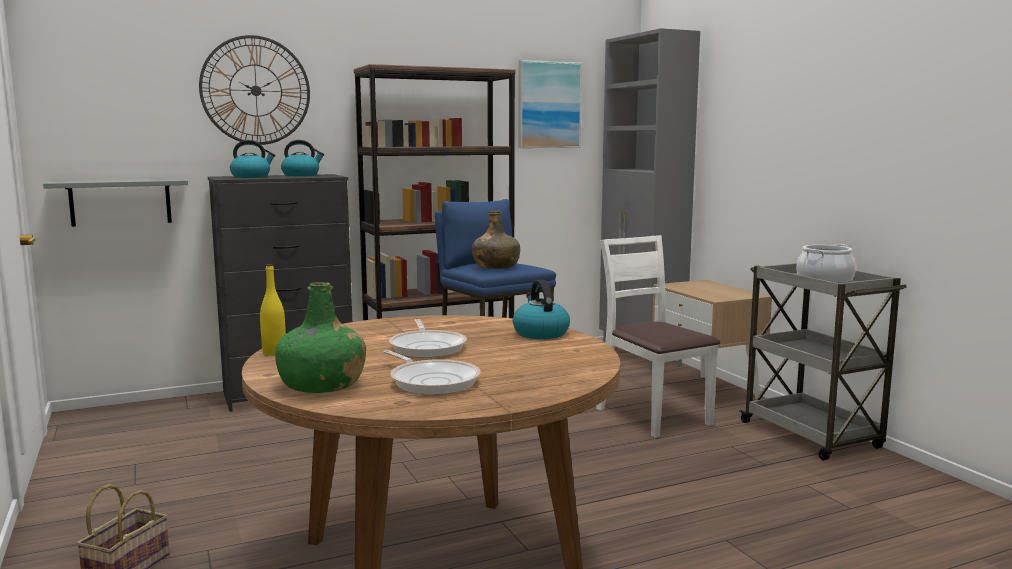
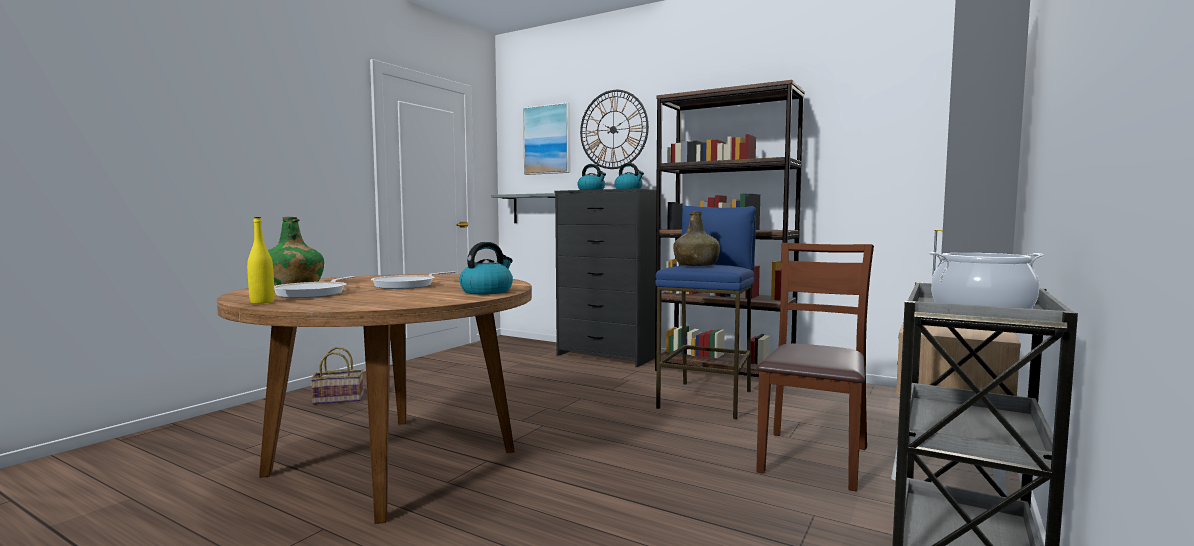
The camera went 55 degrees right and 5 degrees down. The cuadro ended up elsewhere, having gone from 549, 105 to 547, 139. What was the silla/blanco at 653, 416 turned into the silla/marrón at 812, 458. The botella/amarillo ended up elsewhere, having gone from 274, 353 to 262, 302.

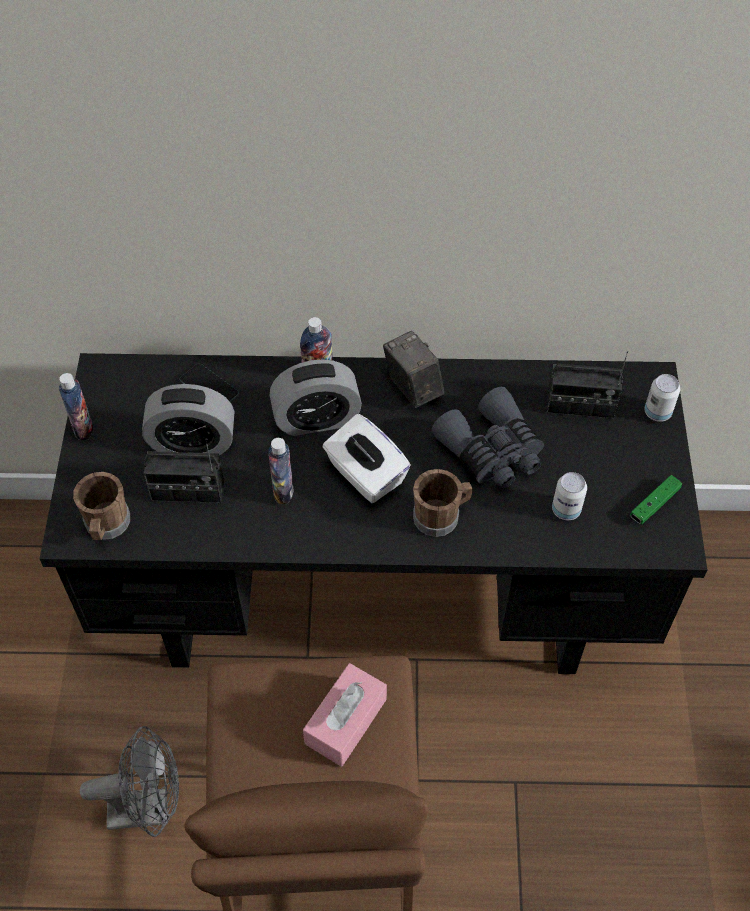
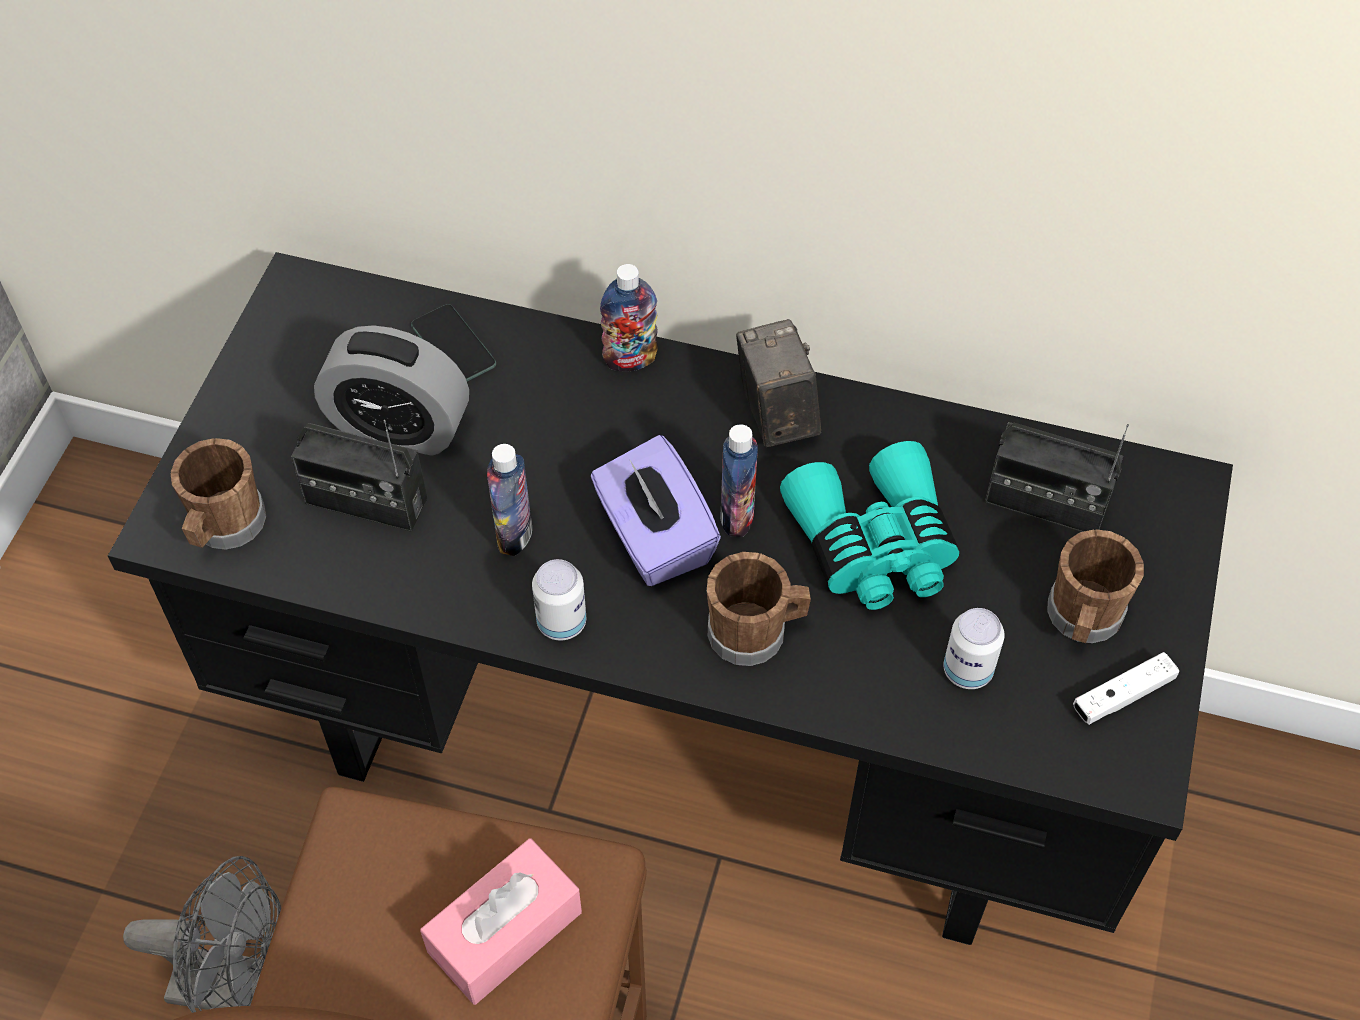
The camera went 15 degrees right and 0 degrees up. The second view lost the despertador at 316, 419. The botella ended up elsewhere, having gone from 83, 428 to 737, 516. The lata ended up elsewhere, having gone from 657, 412 to 561, 622. What was the prismáticos/gris at 492, 451 turned into the prismáticos/turquesa at 874, 545. What was the caja de pañuelos/blanco at 365, 474 turned into the caja de pañuelos/morado at 654, 538. What was the mando de consola/verde at 654, 504 turned into the mando de consola/blanco at 1123, 695. The second view gained the taza grande/marrón at 1082, 619.

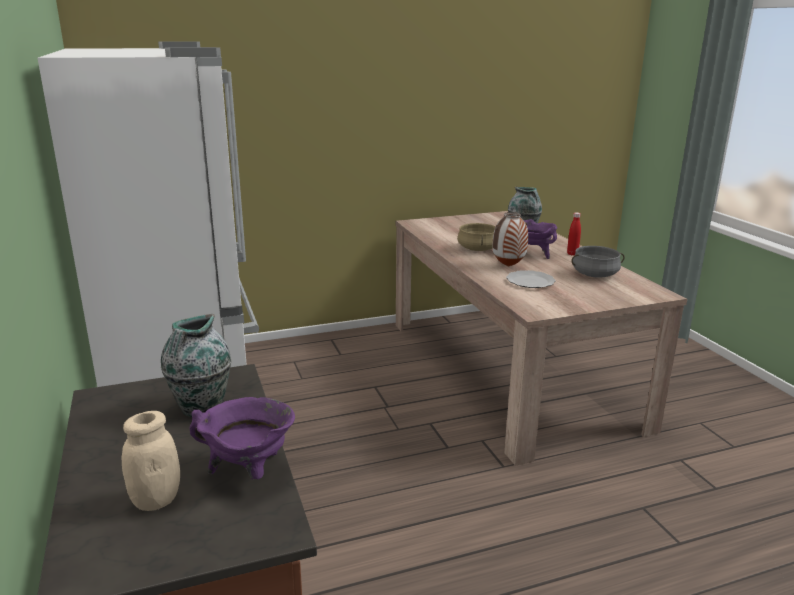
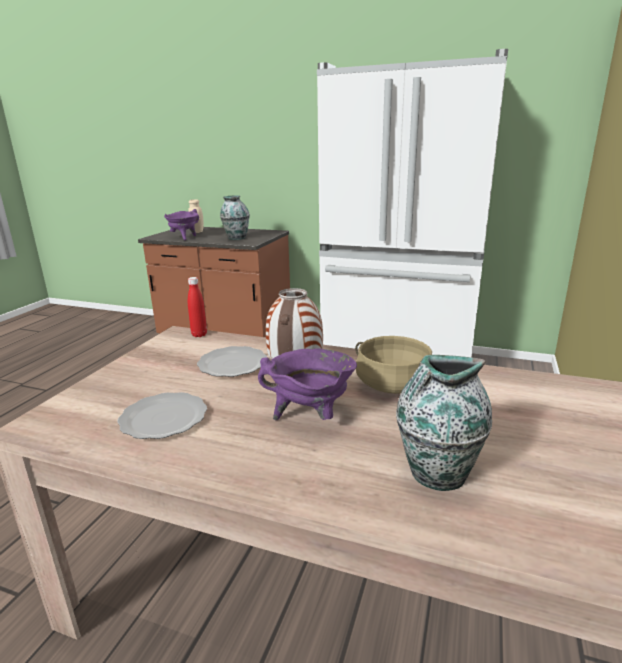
The camera went 130 degrees right and 0 degrees up. The botella/rojo ended up elsewhere, having gone from 572, 254 to 199, 335. Where the olla/gris stood at 594, 275, the plato came to stand at 164, 417.

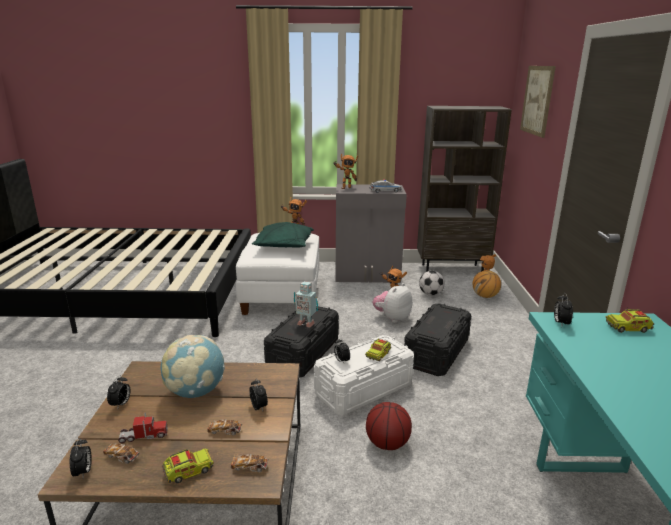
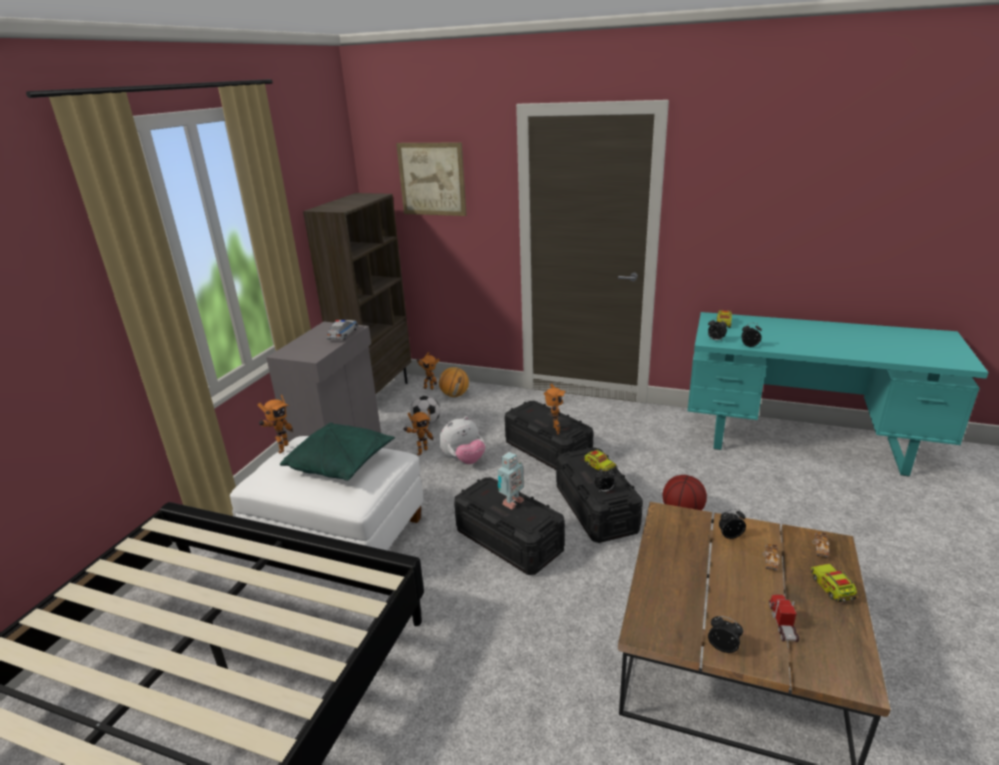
The camera went 70 degrees left and 5 degrees up. The robot de juguete ended up elsewhere, having gone from 345, 188 to 554, 431. The peluche at 392, 318 ended up facing another way, 90 degrees counterclockwise from before. The second view lost the globo terráqueo at 195, 392. What was the caja de almacenaje/blanco at 364, 389 turned into the caja de almacenaje/negro at 596, 509. The despertador ended up elsewhere, having gone from 83, 472 to 749, 346. The second view lost the coche de juguete at 122, 457.

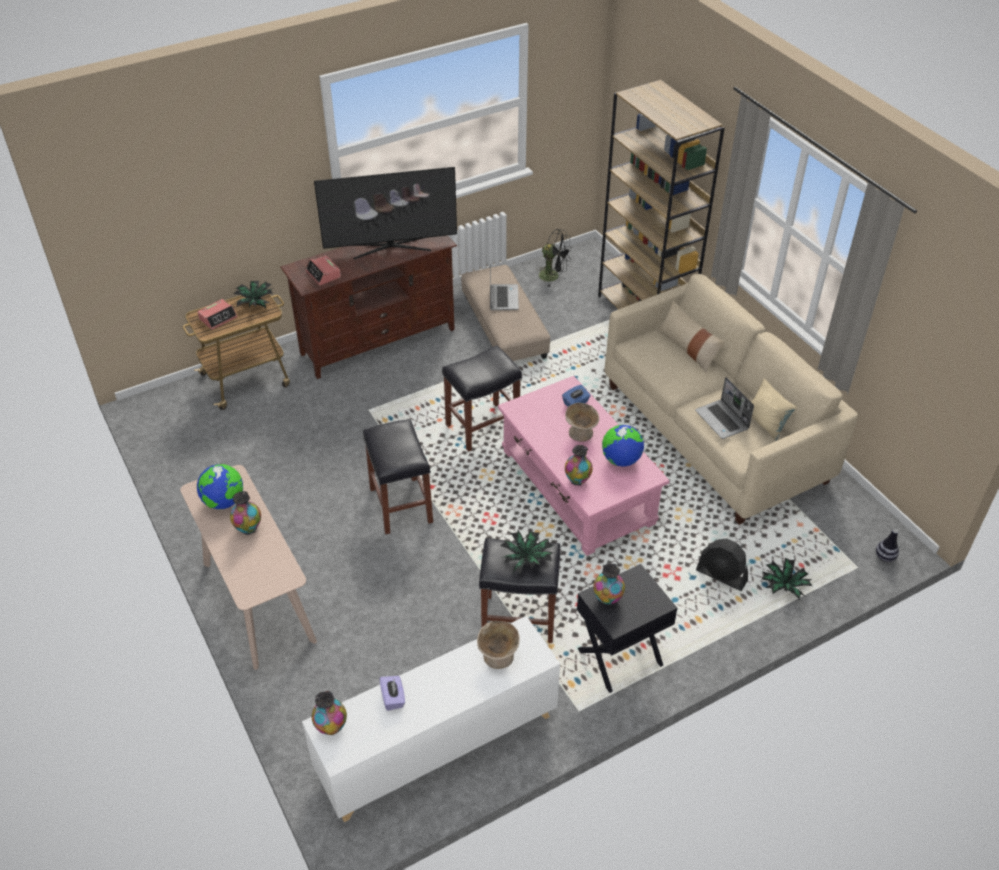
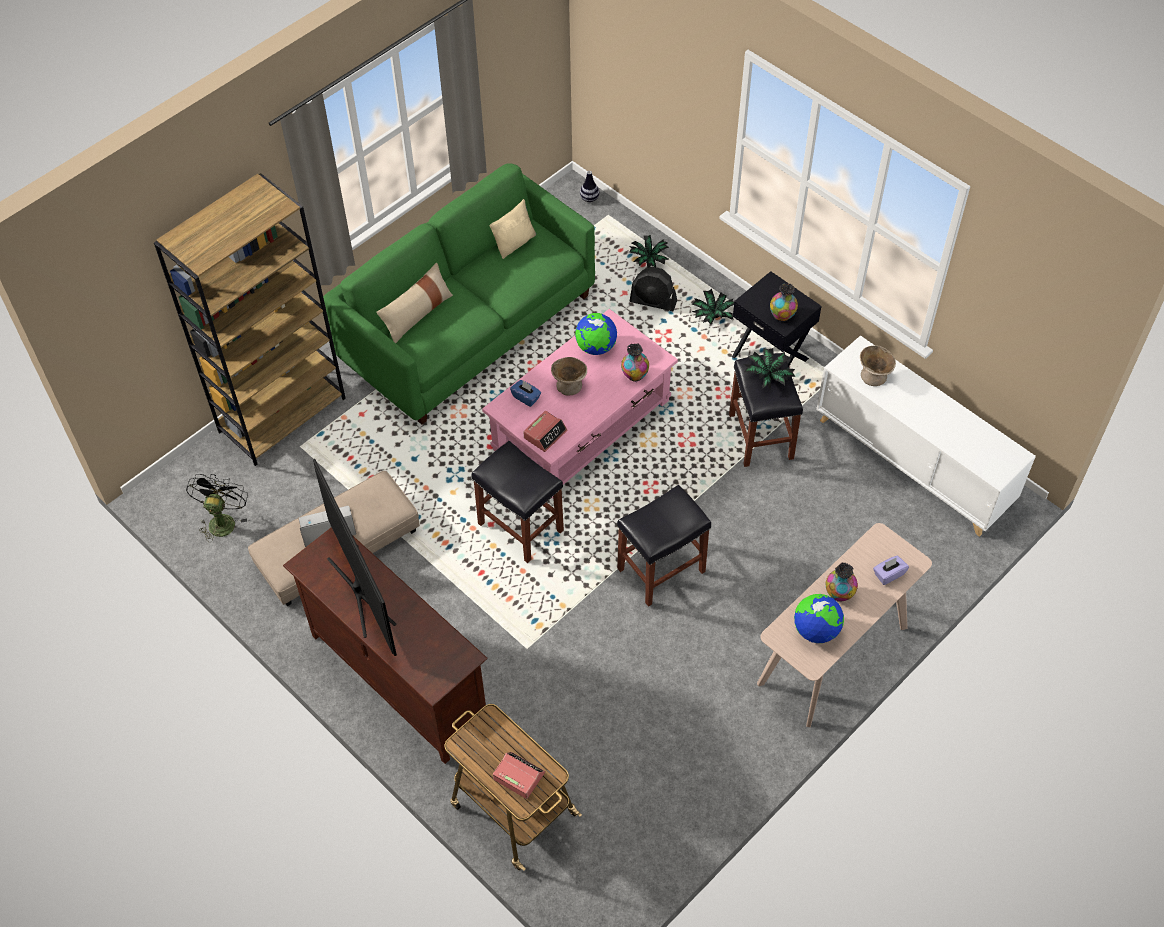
The camera went 105 degrees left and 10 degrees up. The despertador ended up elsewhere, having gone from 323, 274 to 545, 434. What was the sofá/beis at 714, 433 turned into the sofá/verde at 468, 328. The planta en maceta ended up elsewhere, having gone from 255, 303 to 713, 315. The second view lost the portátil at 722, 420. The ventilador/negro at 721, 576 ended up facing another way, 90 degrees clockwise from before. The caja de pañuelos/morado ended up elsewhere, having gone from 393, 698 to 888, 574. The second view lost the florero at 331, 727.

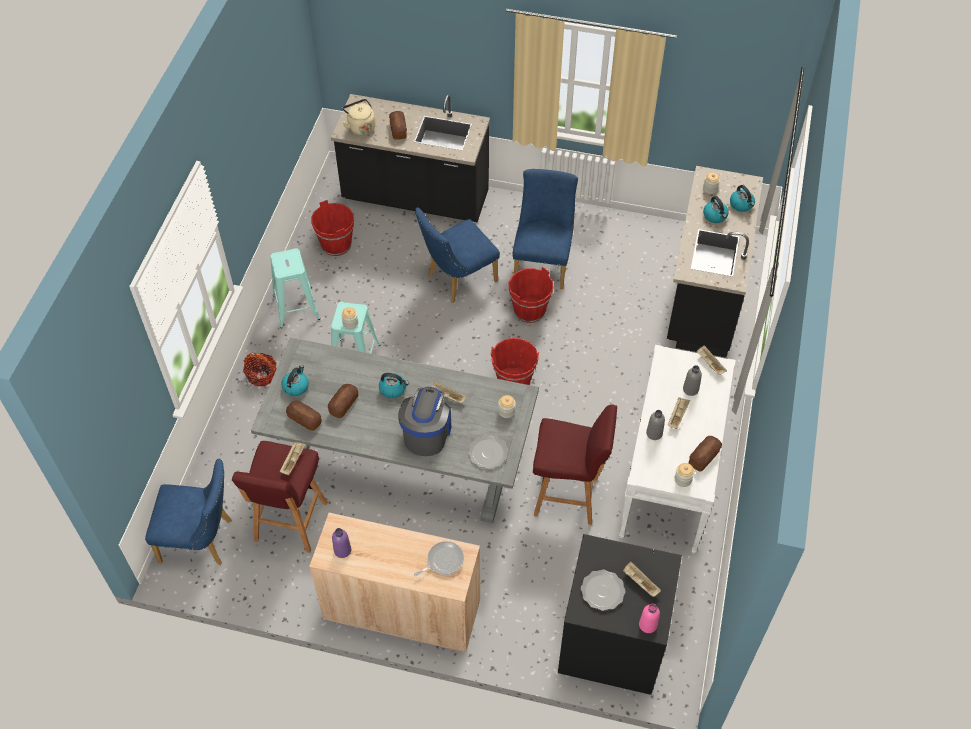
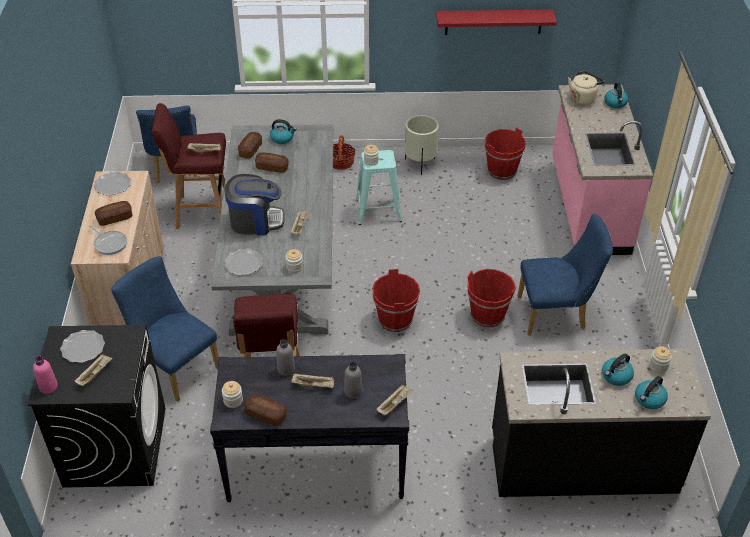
The camera went 75 degrees right and 10 degrees down. What was the mueble bajo de cocina/negro at 415, 198 turned into the mueble bajo de cocina/rosa at 588, 207. The pan ended up elsewhere, having gone from 398, 130 to 115, 218. The silla/azul ended up elsewhere, having gone from 457, 279 to 175, 366. Where the taburete/turquesa stood at 296, 307, the maceta/beis came to stand at 420, 164. What was the mesa consola/blanco at 669, 478 turned into the mesa consola/negro at 315, 466. The hervidor ended up elsewhere, having gone from 393, 389 to 615, 103. Where the botella/morado stood at 342, 550, the plato came to stand at 113, 185. The second view gained the estante/rojo at 493, 21.

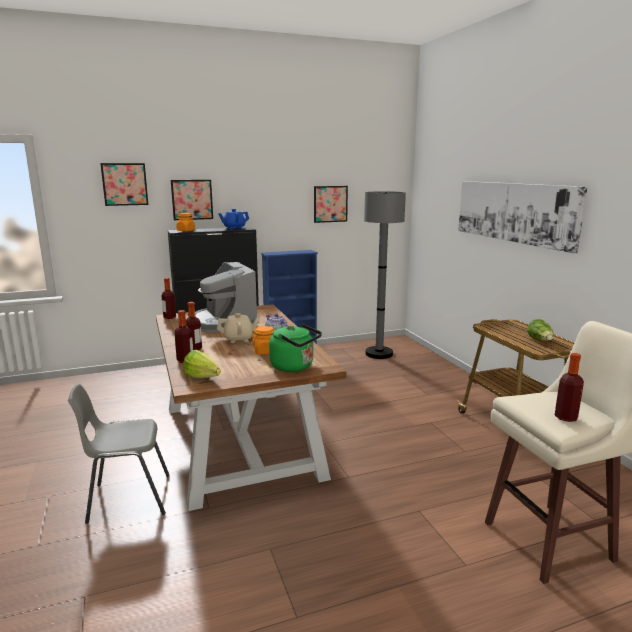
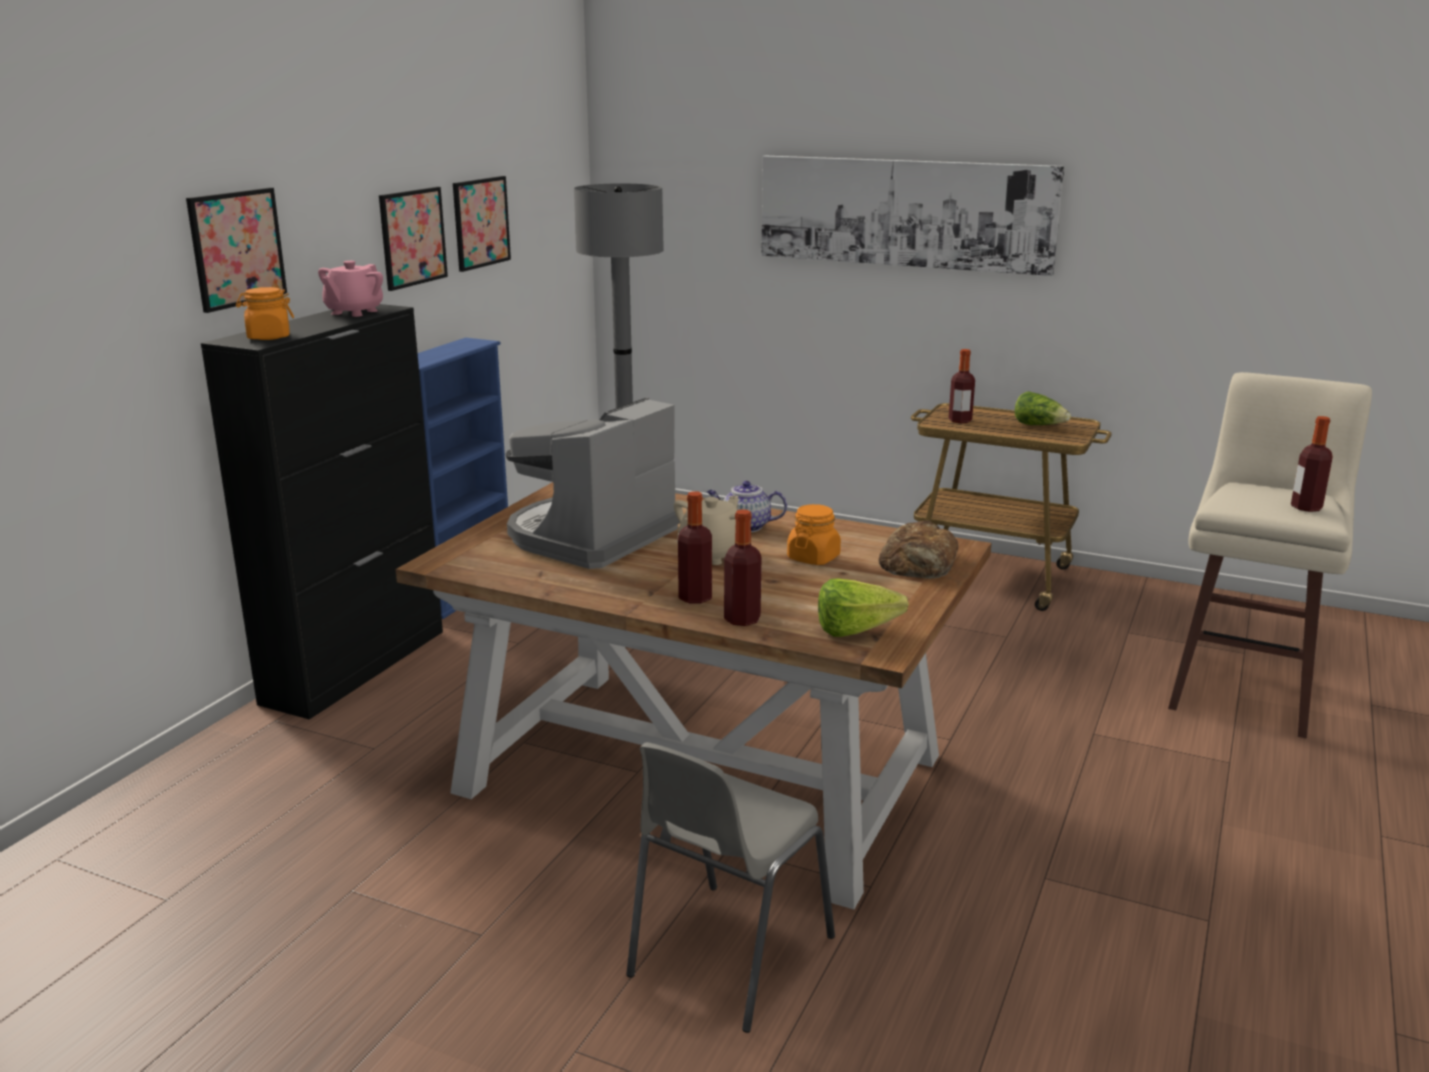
The camera went 45 degrees left and 5 degrees up. The cuadro ended up elsewhere, having gone from 125, 184 to 412, 237. What was the tetera/azul at 234, 228 turned into the tetera/rosa at 354, 312. The cafetera at 224, 323 ended up facing another way, 105 degrees clockwise from before. The botella ended up elsewhere, having gone from 169, 317 to 960, 420. Where the hervidor/verde stood at 294, 367, the pan came to stand at 919, 562.

